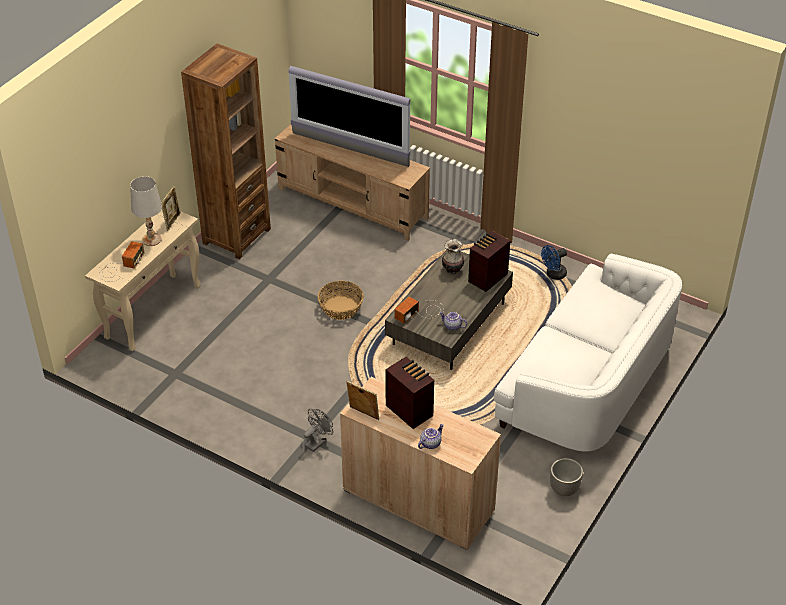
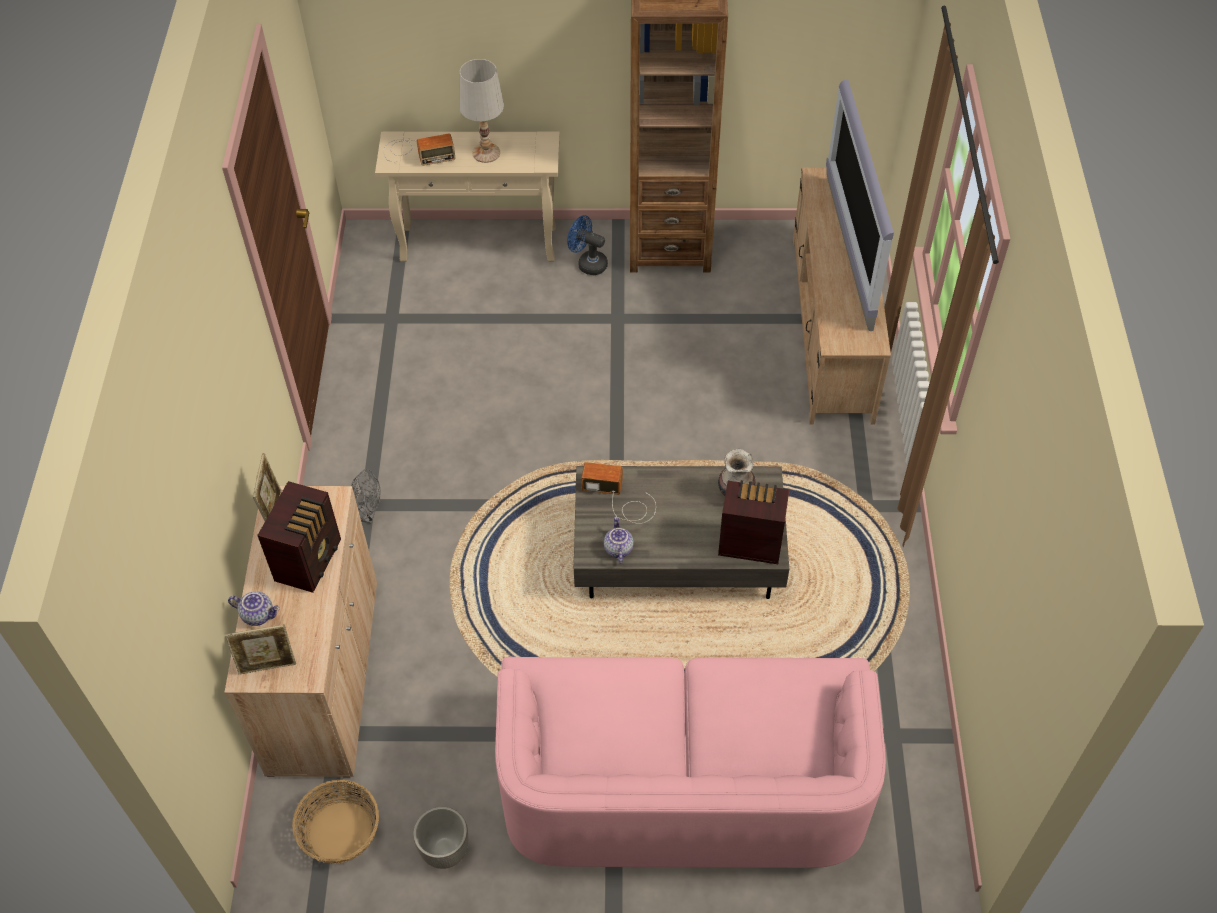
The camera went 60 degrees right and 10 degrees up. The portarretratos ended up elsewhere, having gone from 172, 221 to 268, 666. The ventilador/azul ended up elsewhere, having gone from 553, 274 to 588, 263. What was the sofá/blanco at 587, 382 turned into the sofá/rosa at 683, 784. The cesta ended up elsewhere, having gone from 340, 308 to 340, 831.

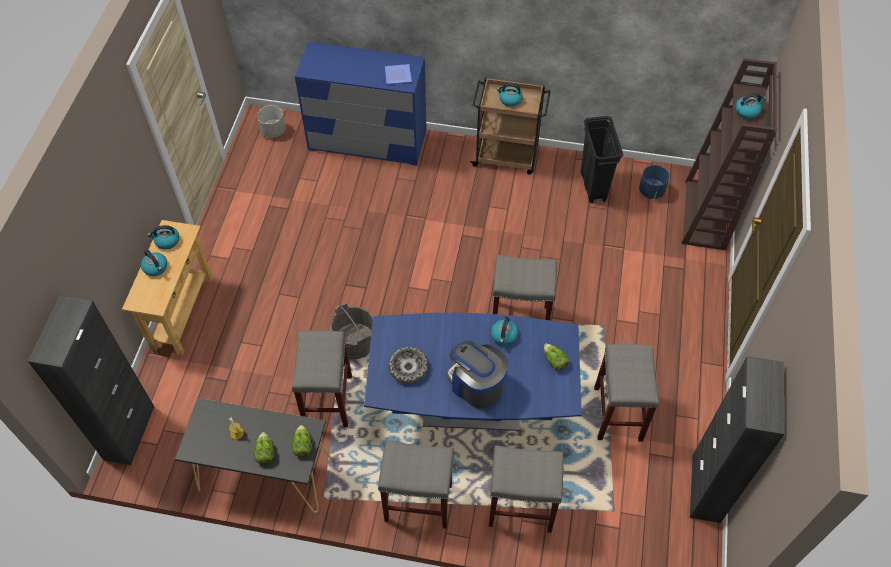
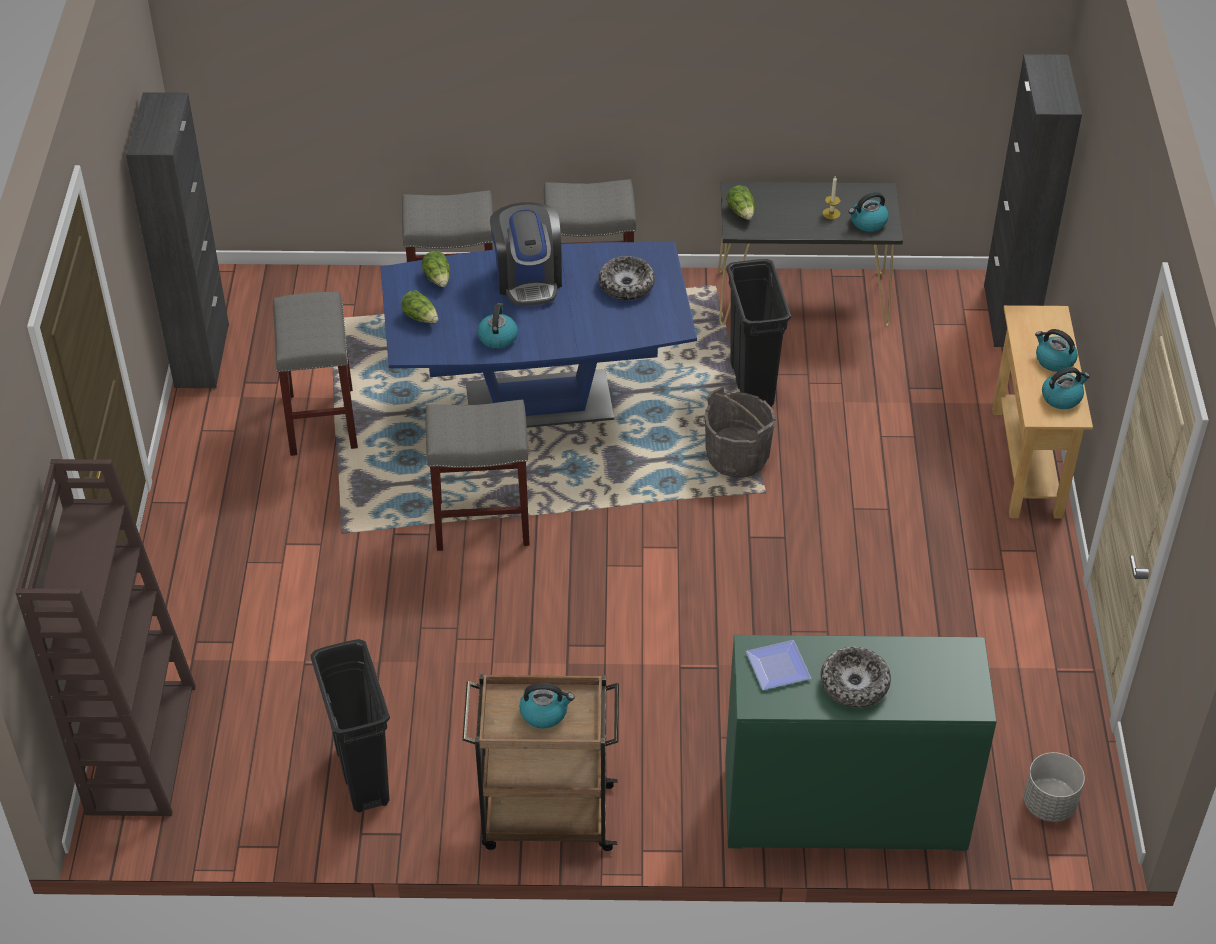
The camera went 170 degrees right and 10 degrees down. What was the cómoda/azul at 367, 141 turned into the cómoda/verde at 844, 809. The hervidor ended up elsewhere, having gone from 747, 111 to 868, 222. The second view lost the maceta/azul at 651, 191. Where the taburete/gris stood at 327, 399, the papelera/negro came to stand at 752, 385. The cafetera at 476, 384 ended up facing another way, 45 degrees clockwise from before. The lechuga ended up elsewhere, having gone from 265, 452 to 438, 278. The second view gained the cuenco at 854, 684.

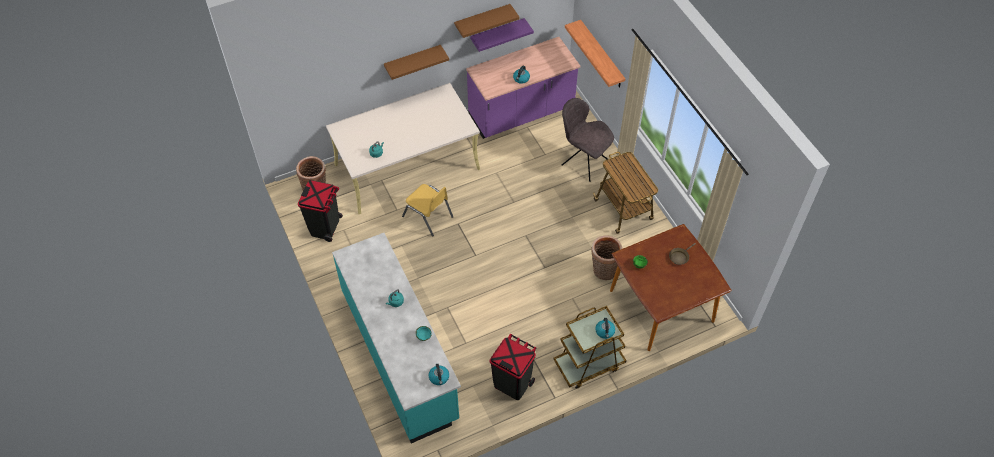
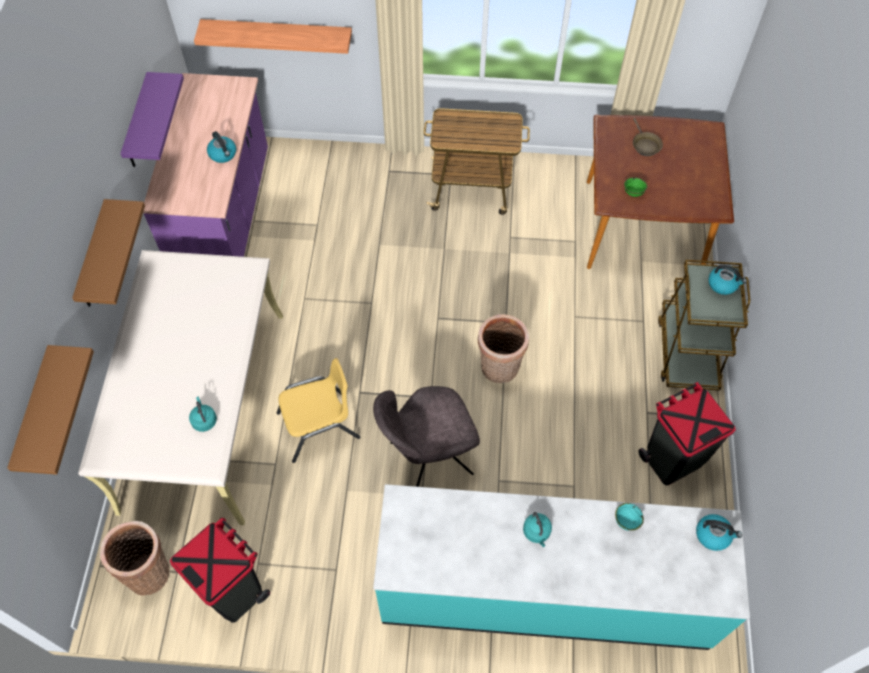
The camera went 60 degrees left and 5 degrees up. The estante/marrón ended up elsewhere, having gone from 482, 20 to 35, 413. The silla/gris ended up elsewhere, having gone from 583, 161 to 428, 459. The cesta ended up elsewhere, having gone from 603, 271 to 499, 369.

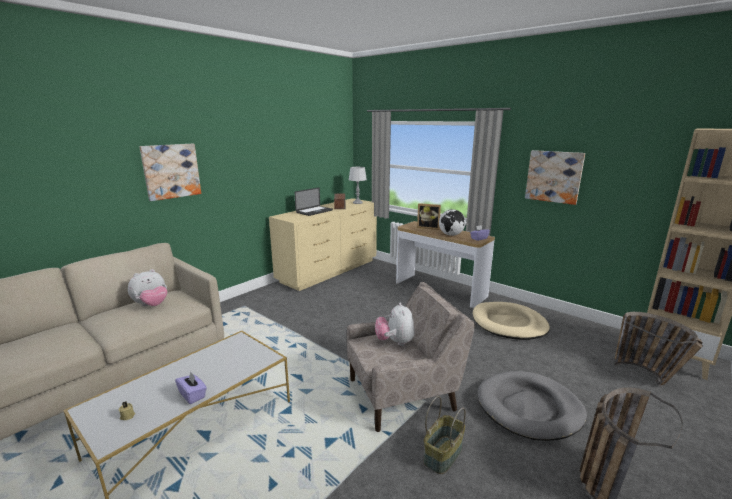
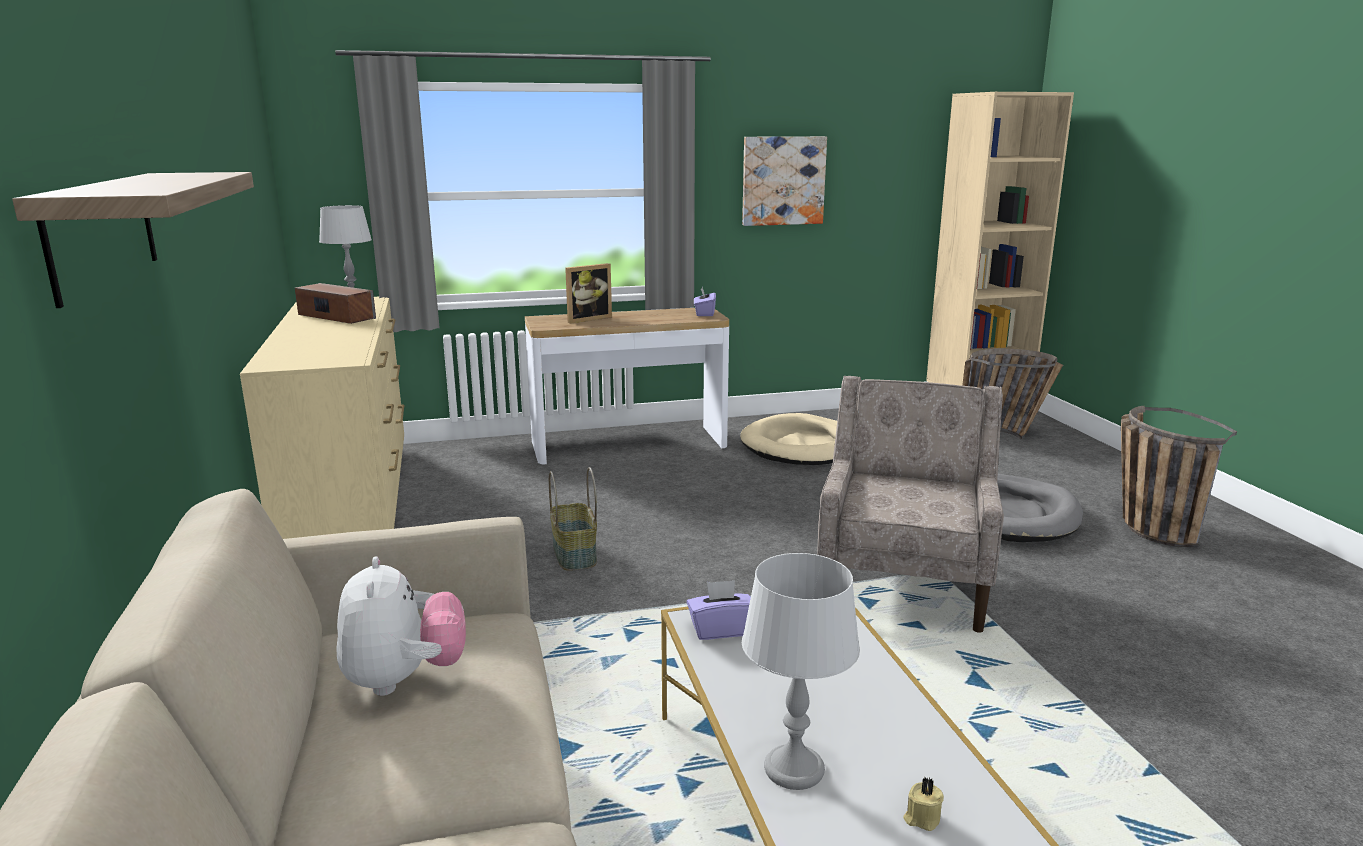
The camera went 55 degrees left and 0 degrees up. Where the cuadro hung at 171, 171, the estante came to hang at 102, 232. The second view lost the portátil at 314, 211. The second view lost the globo terráqueo at 451, 235. The second view lost the peluche at 395, 342. The caja de pañuelos/morado ended up elsewhere, having gone from 193, 395 to 721, 629. The cesta ended up elsewhere, having gone from 442, 454 to 573, 554. The second view gained the lámpara de mesa/gris at 793, 769.

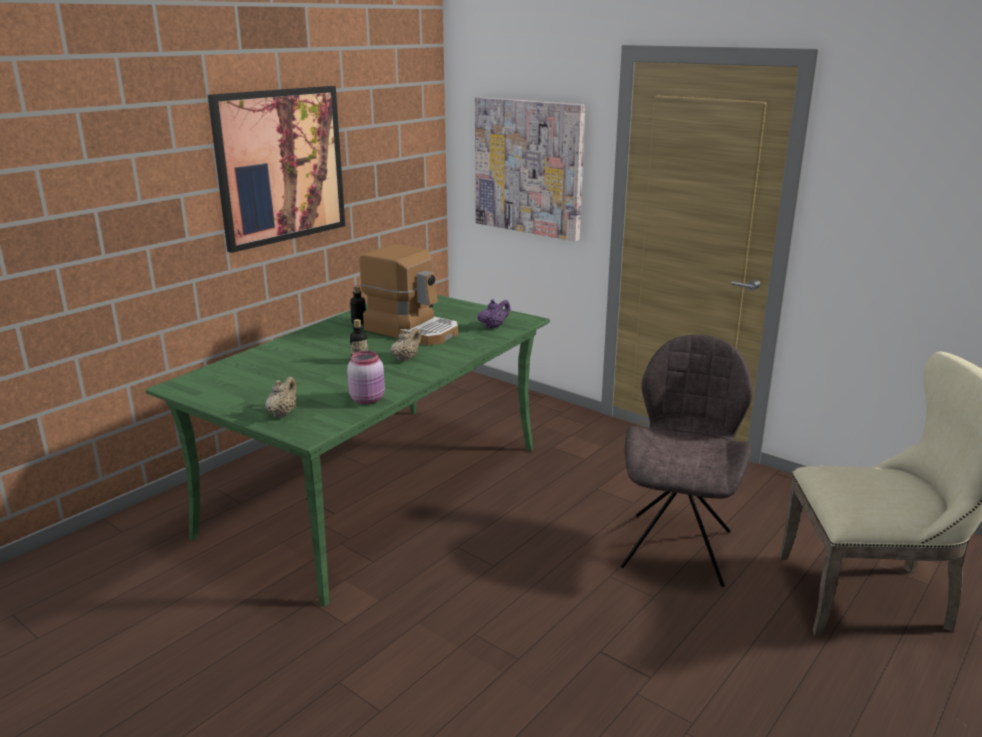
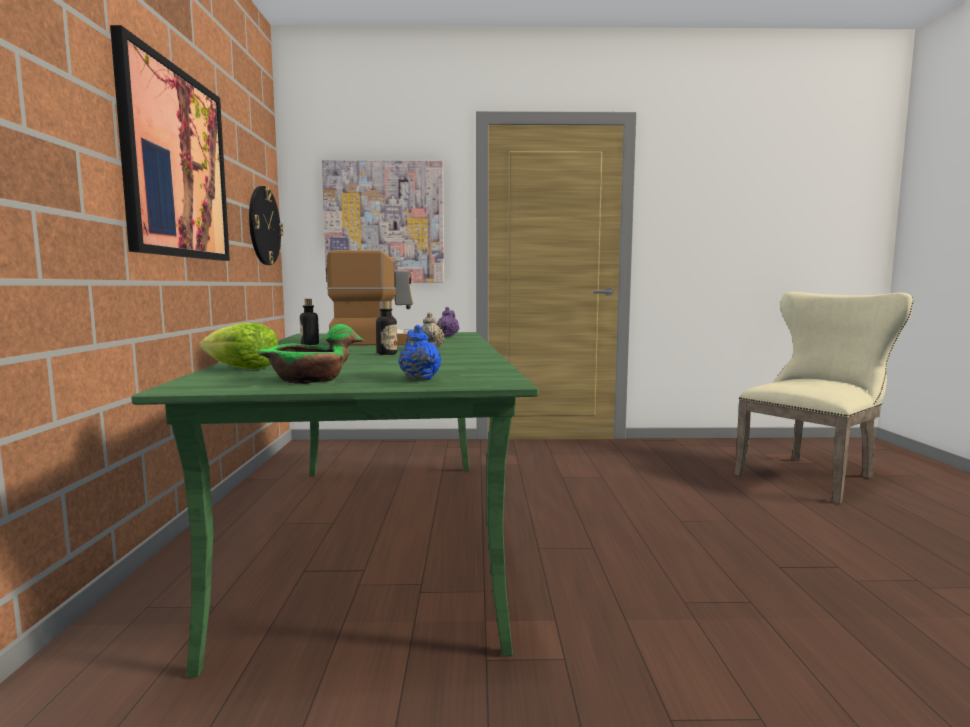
The camera went 40 degrees left and 15 degrees down. The second view lost the silla/gris at 678, 546. The second view lost the tarro/rosa at 368, 399. What was the tetera/beis at 282, 414 turned into the tetera/azul at 419, 378. The second view gained the reloj de pared at 264, 226. The second view gained the lechuga at 242, 369. The second view gained the cuenco/verde at 309, 379.

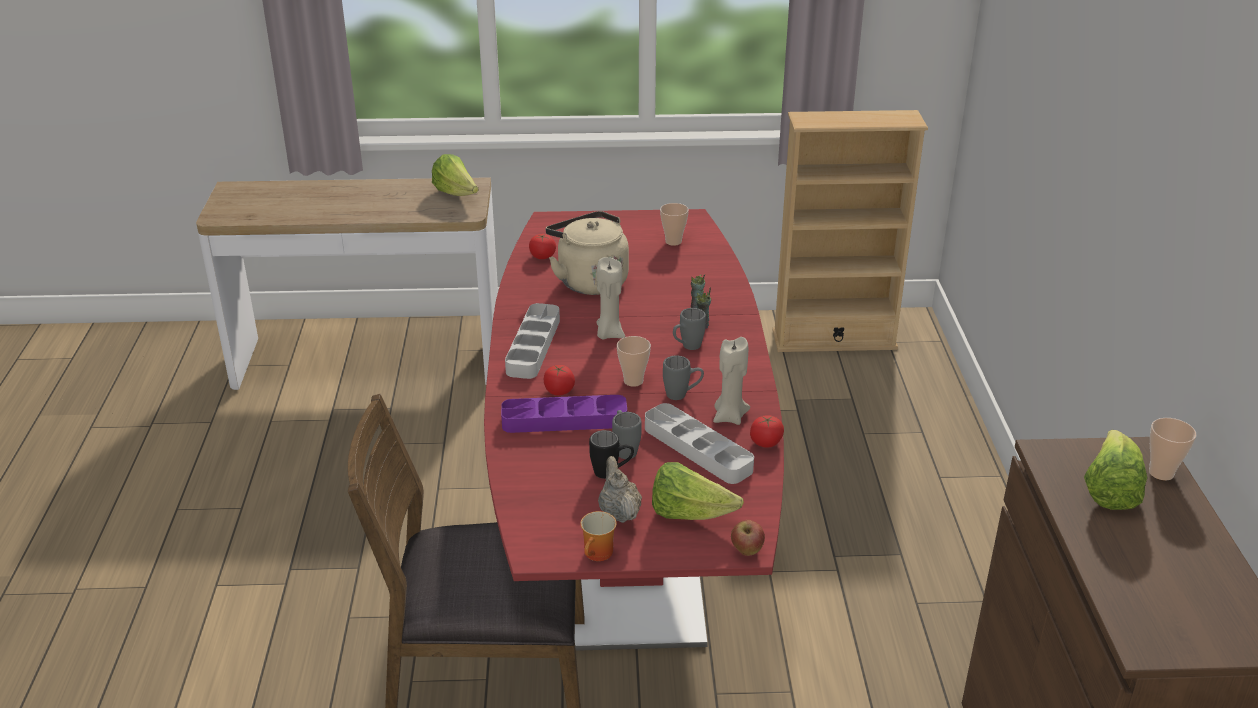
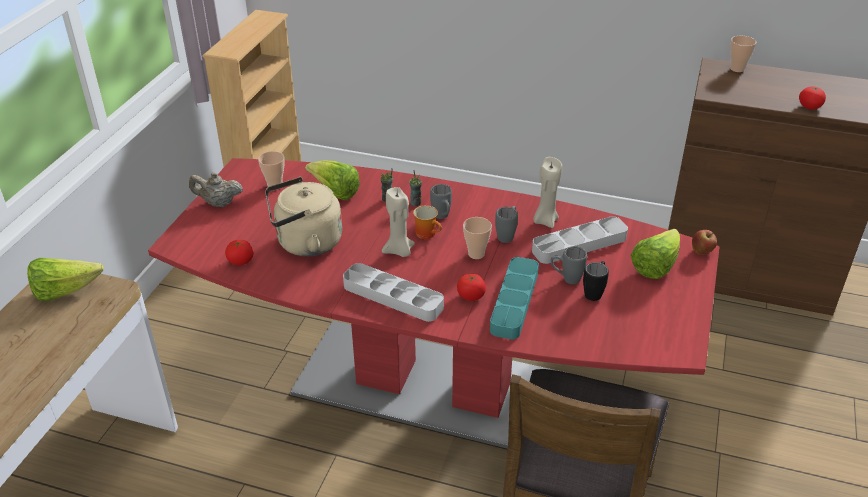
The camera went 70 degrees left and 5 degrees up. What was the bandeja/morado at 564, 420 turned into the bandeja/turquesa at 514, 301. The tomate ended up elsewhere, having gone from 766, 442 to 809, 106. The lechuga ended up elsewhere, having gone from 1110, 490 to 335, 192. The tetera/beis ended up elsewhere, having gone from 619, 513 to 218, 203. The taza grande ended up elsewhere, having gone from 599, 554 to 428, 233.

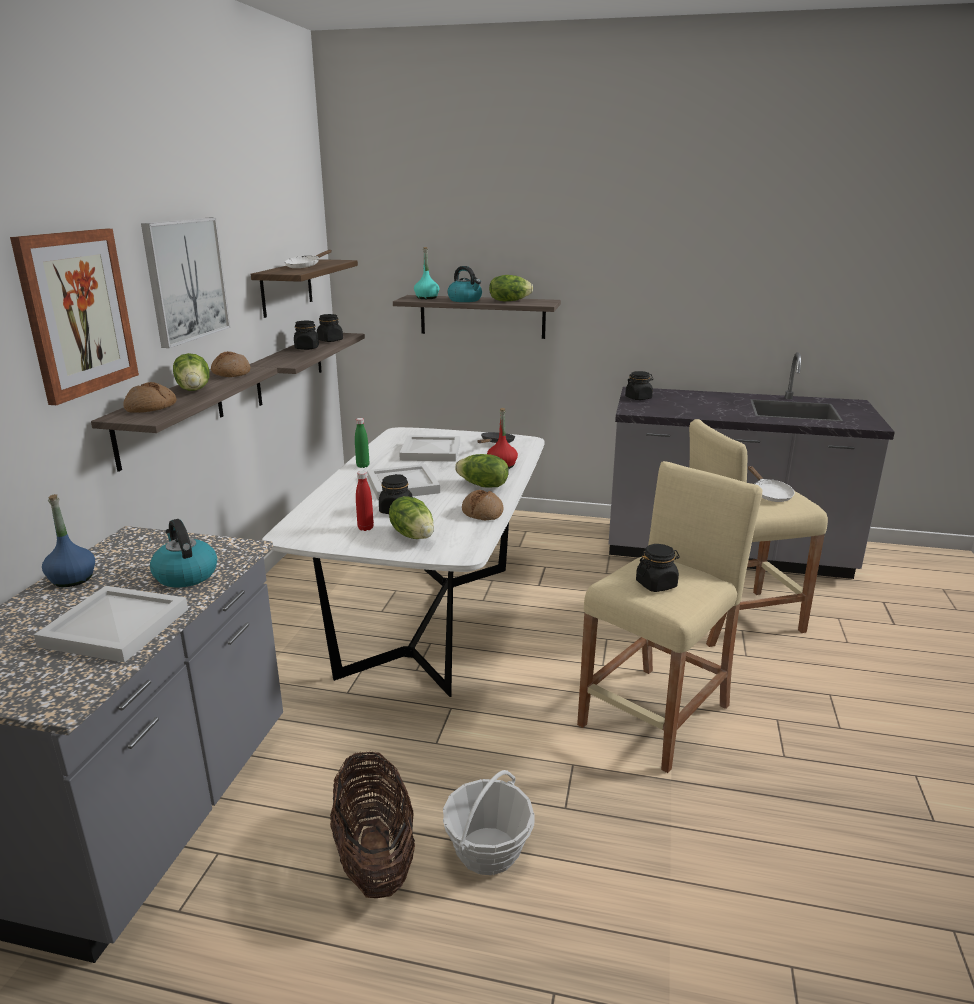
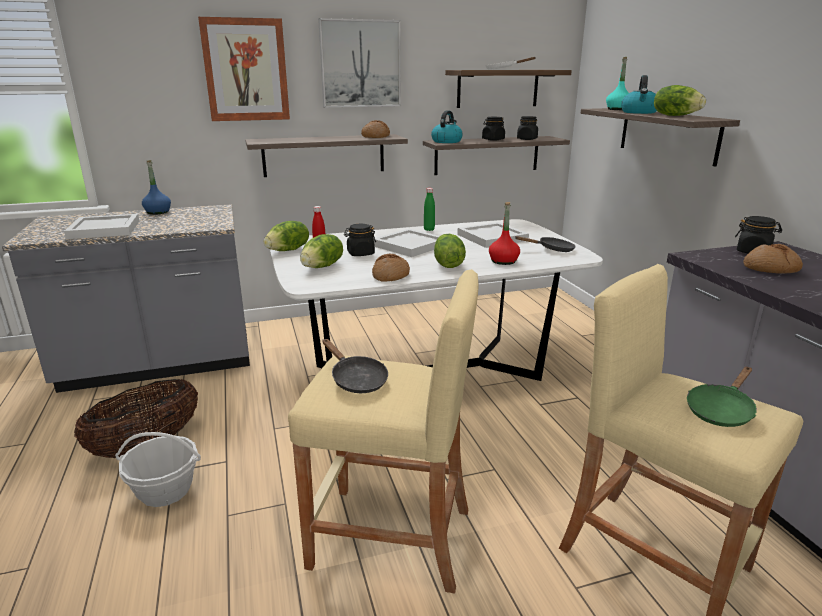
The camera went 60 degrees right and 0 degrees up. The lechuga ended up elsewhere, having gone from 195, 389 to 288, 250. The pan ended up elsewhere, having gone from 151, 407 to 770, 269. What was the sartén/blanco at 769, 494 turned into the sartén/verde at 720, 410. The hervidor ended up elsewhere, having gone from 185, 575 to 446, 141. Where the tarro/negro stood at 656, 584, the sartén/negro came to stand at 356, 379.

